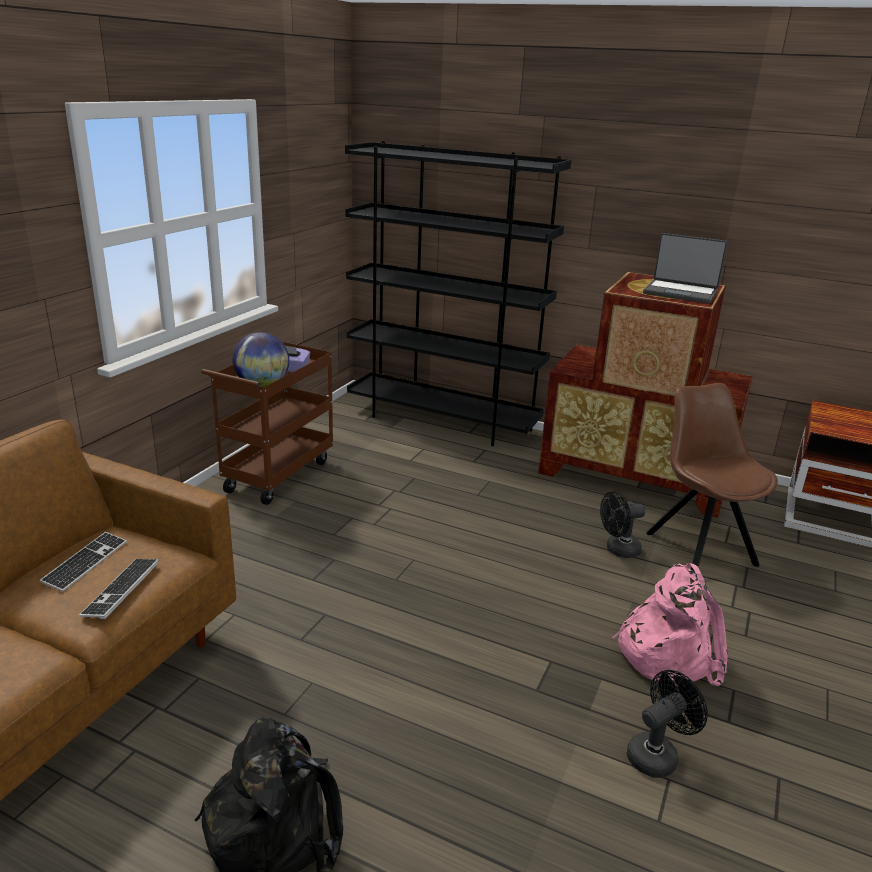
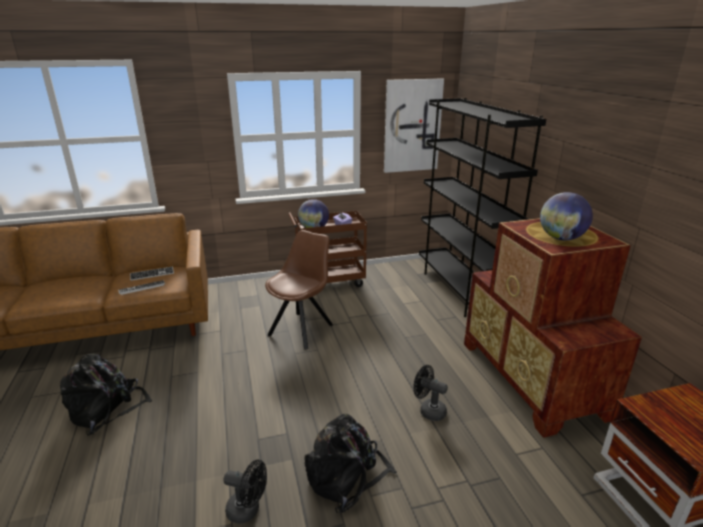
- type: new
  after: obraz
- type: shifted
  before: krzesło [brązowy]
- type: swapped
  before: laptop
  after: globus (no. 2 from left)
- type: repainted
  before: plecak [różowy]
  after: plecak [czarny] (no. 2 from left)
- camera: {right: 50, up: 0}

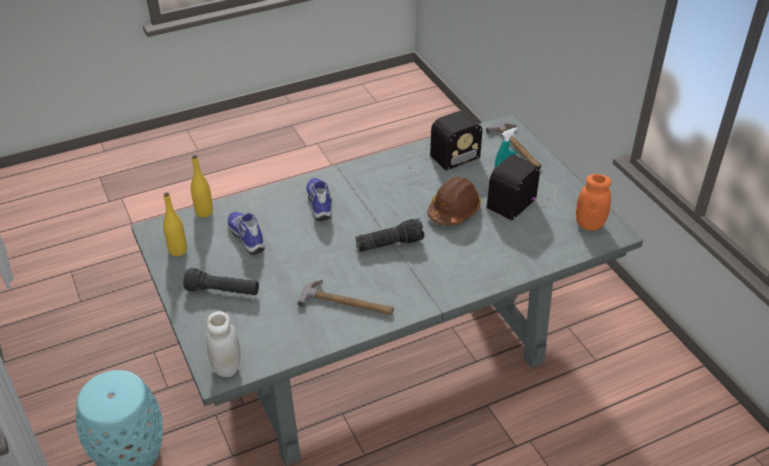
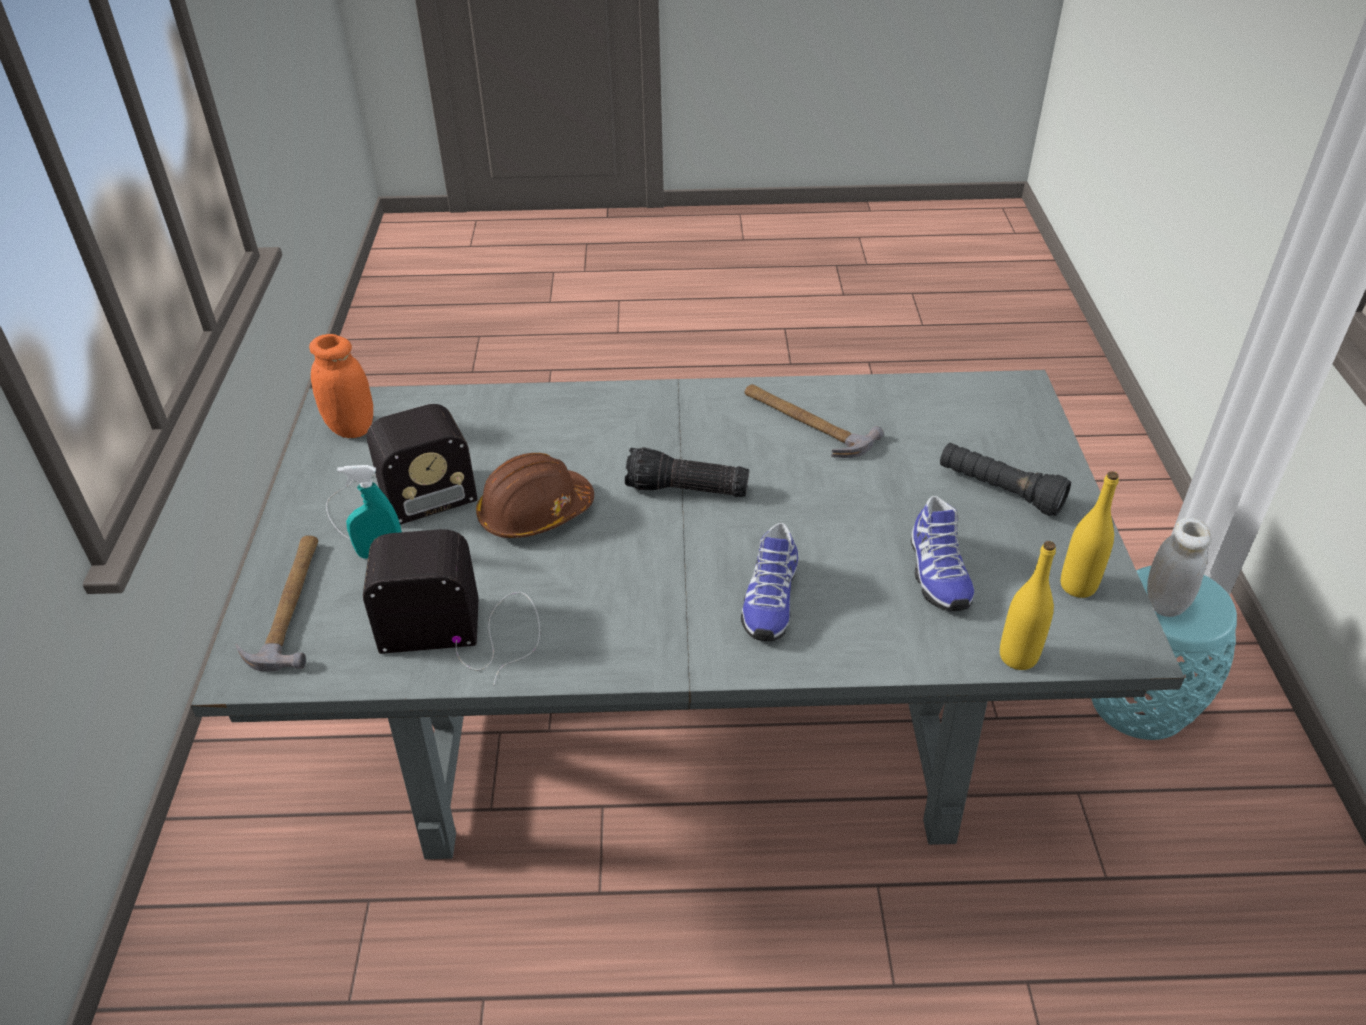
- type: shifted
  before: słoik [biały]
- camera: {right: -155, up: 0}

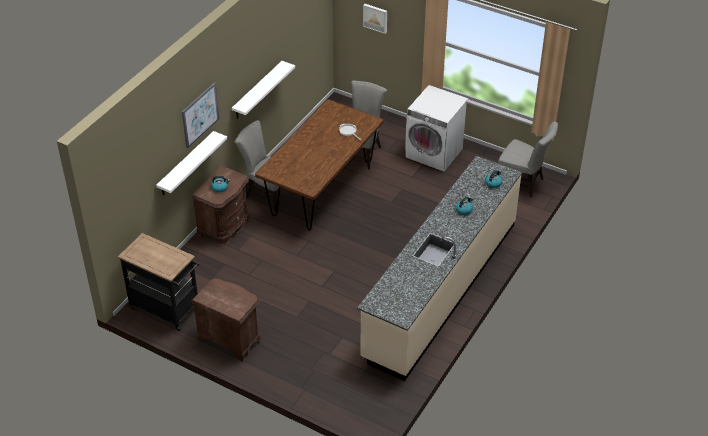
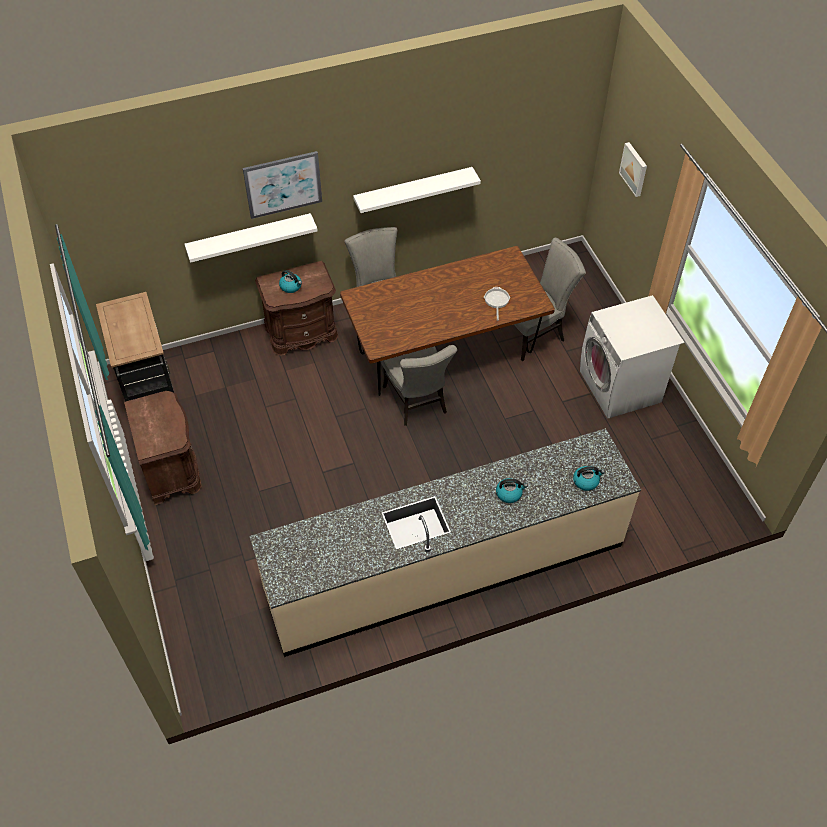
- type: shifted
  before: krzesło [szary] (no. 3 from left in the first image)
  after: krzesło [szary] (no. 2 from left)
- camera: {right: 40, up: 10}

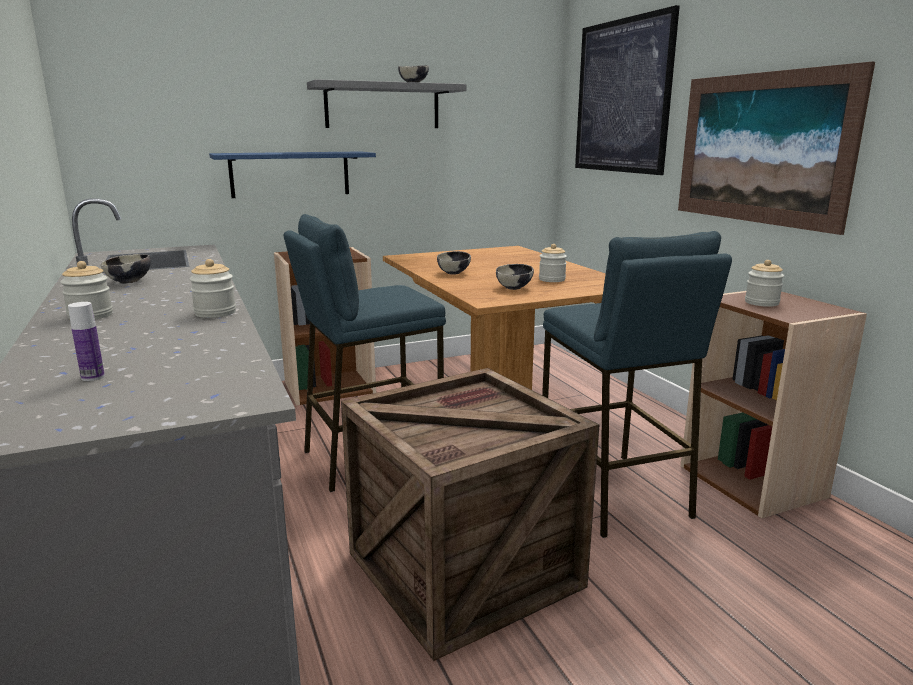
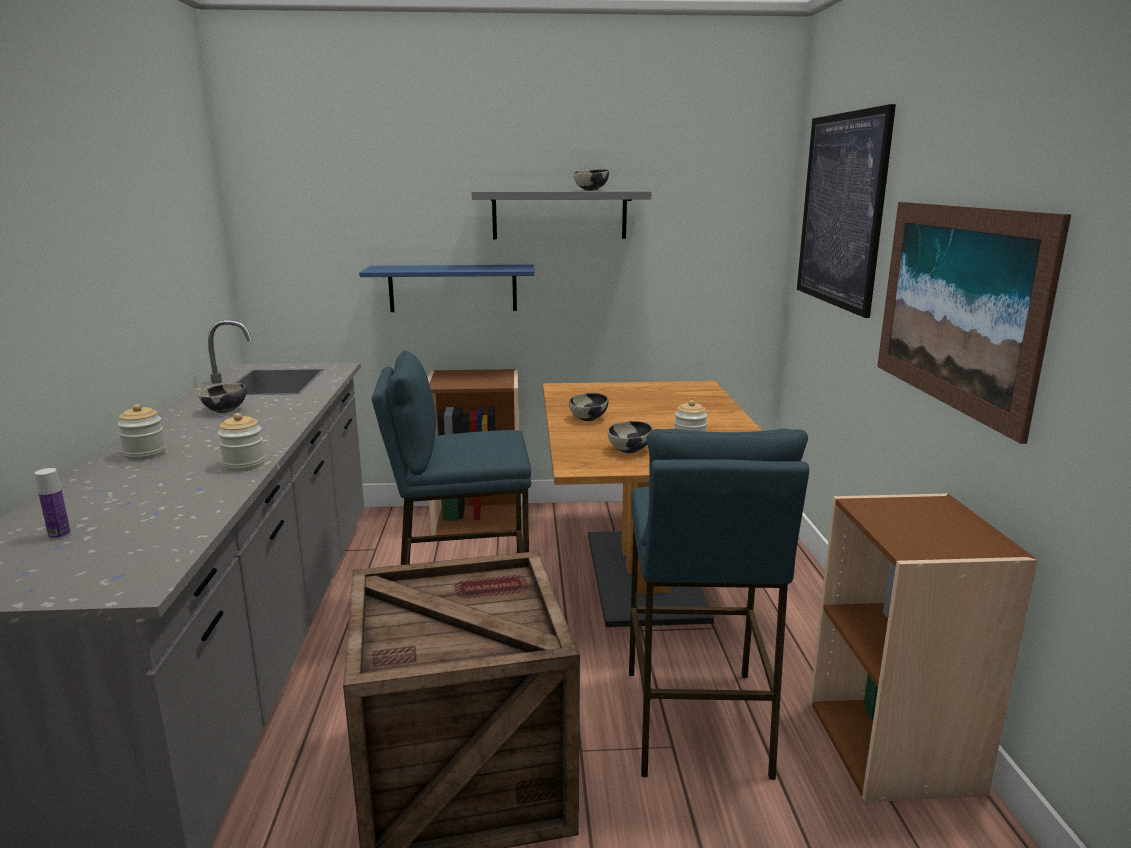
- type: gone
  before: słoik (no. 4 from left)
- camera: {right: 20, up: 0}

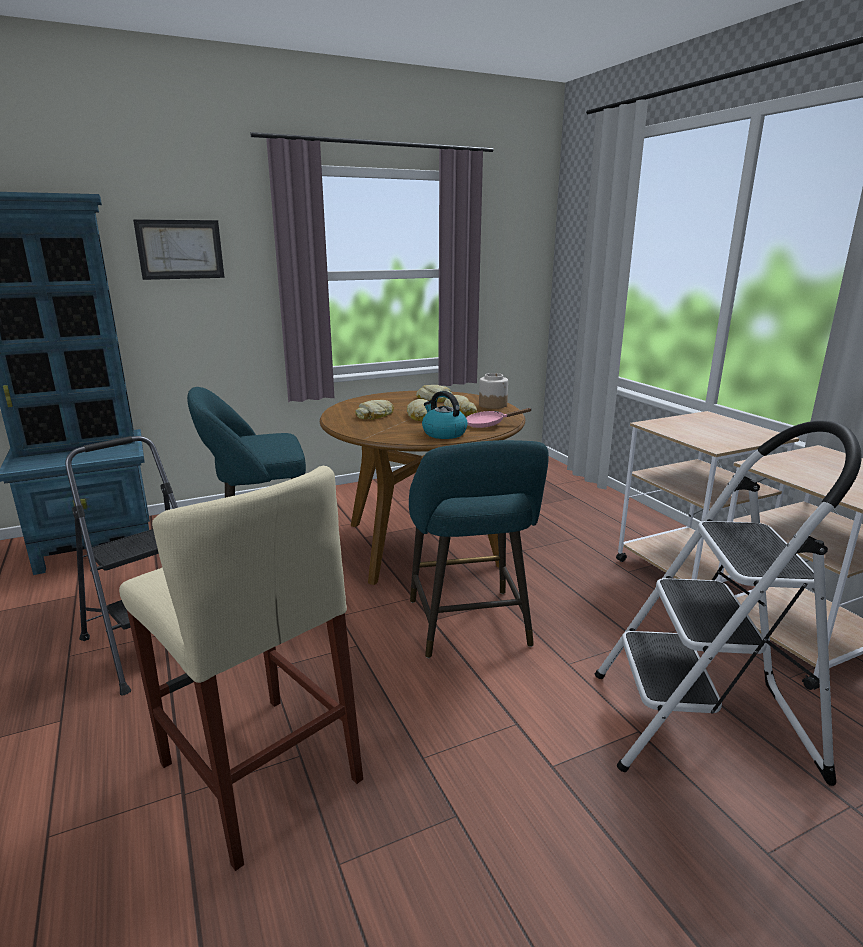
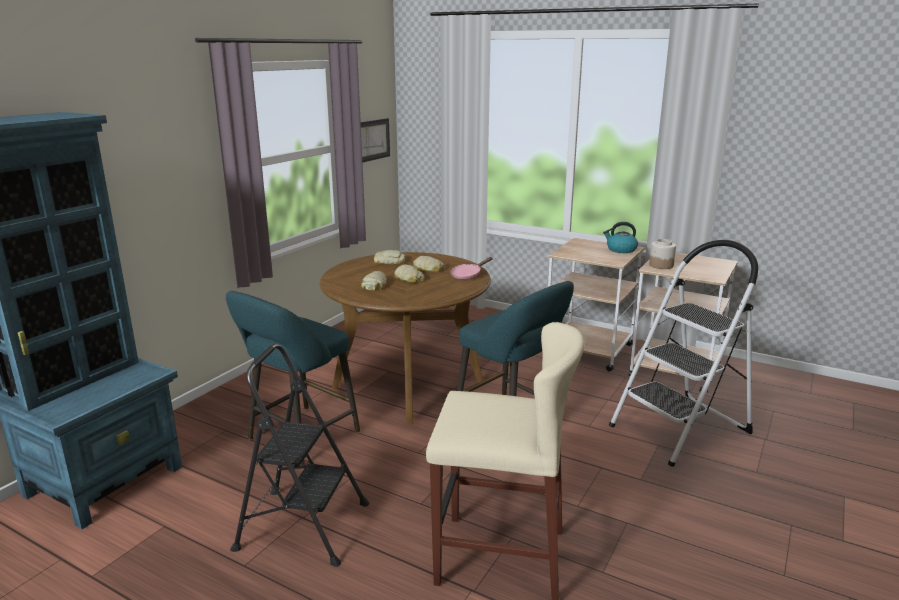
- type: shifted
  before: obraz
- type: shifted
  before: czajnik
- type: shifted
  before: słoik
- camera: {right: -35, up: 0}

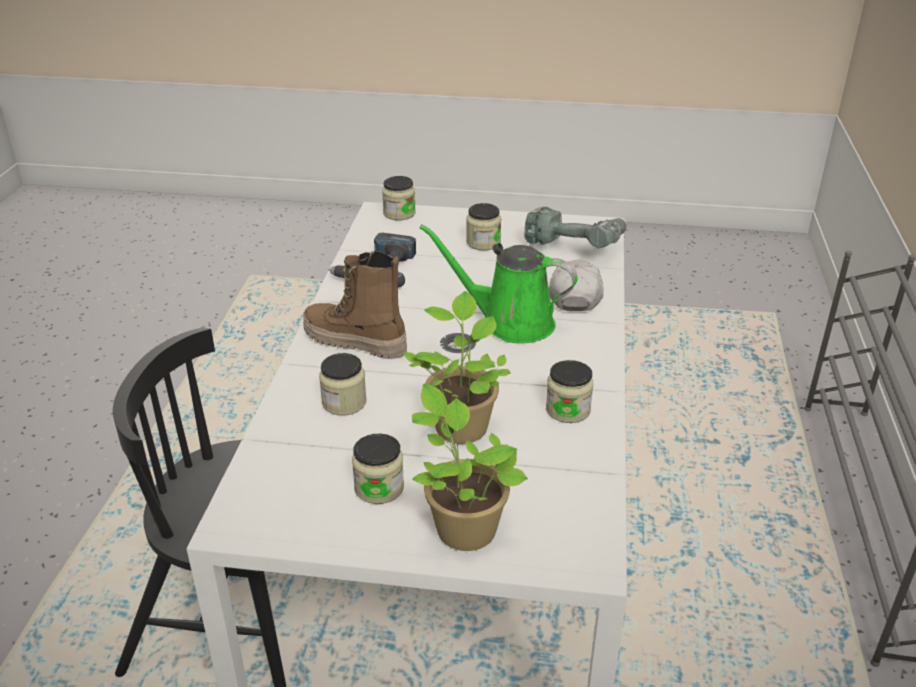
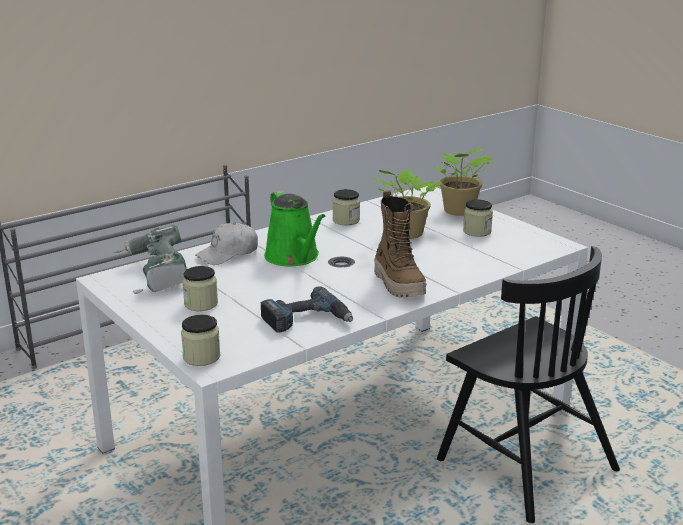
- type: gone
  before: słoik (no. 1 from left)
- camera: {right: -135, up: -10}

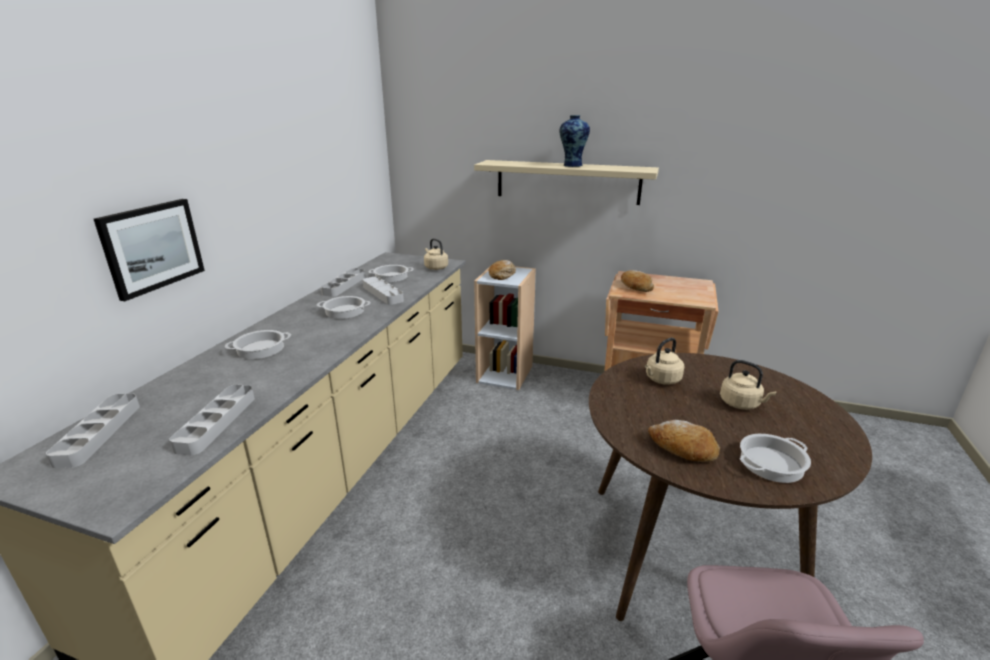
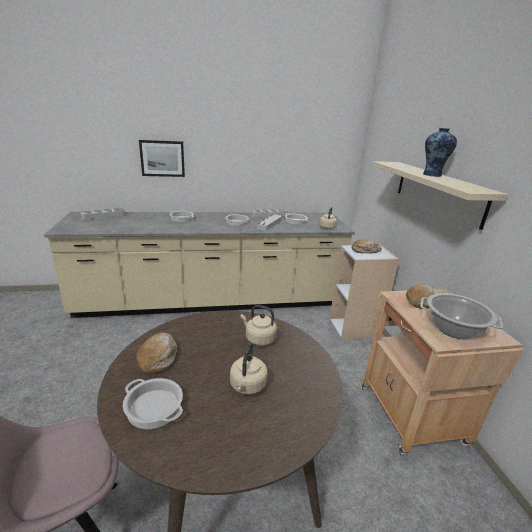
- type: gone
  before: taca [szary] (no. 2 from left)
- type: new
  after: garnek (no. 5 from left)
- camera: {right: 60, up: 0}

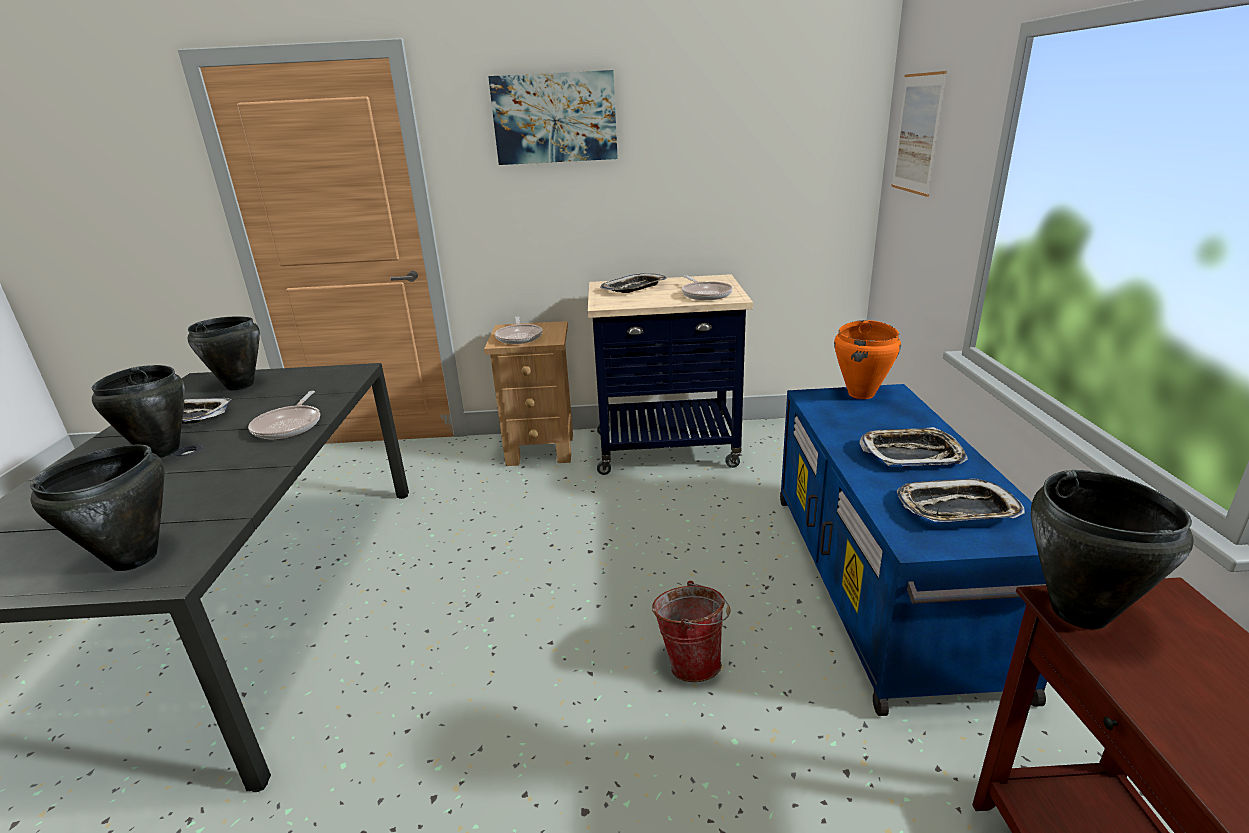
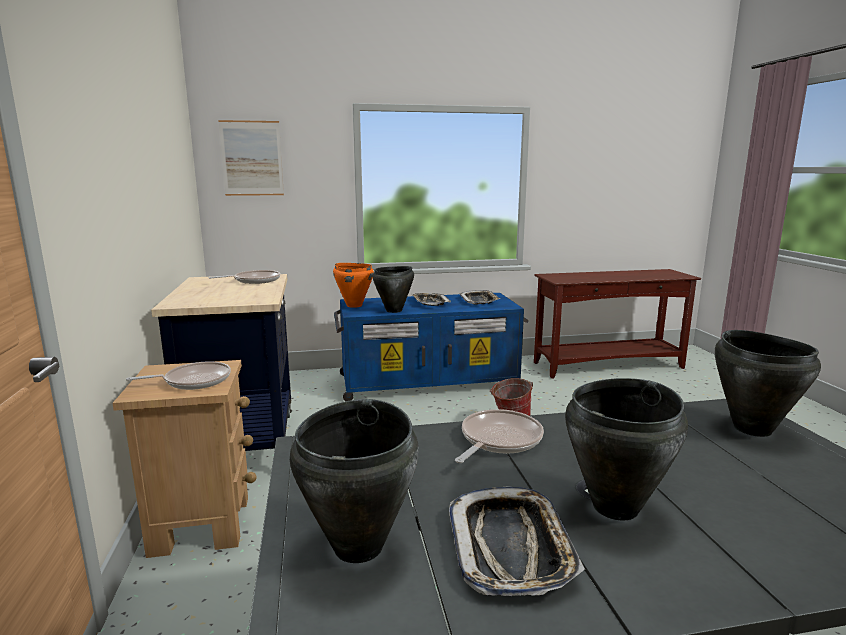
- type: gone
  before: obraz (no. 1 from left)
- type: gone
  before: taca (no. 2 from left)
- type: shifted
  before: garnek [czarny] (no. 4 from left in the first image)
  after: garnek [czarny] (no. 2 from left)
- type: rotated
  before: patelnia (no. 1 from left in the first image)
  turn: -45
- camera: {right: -100, up: -10}

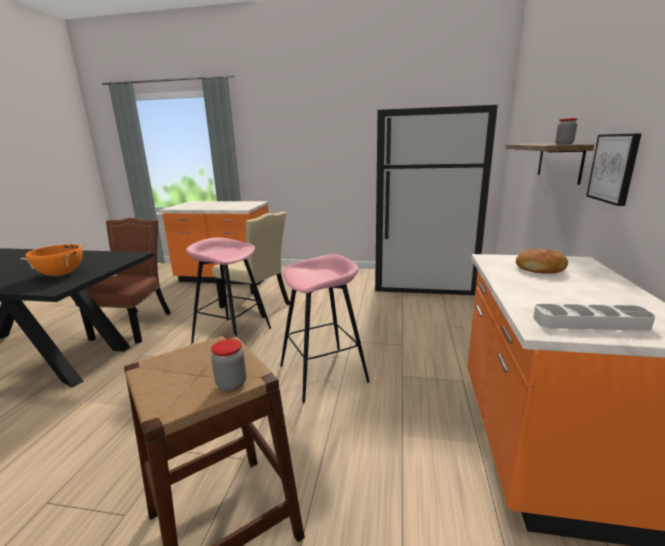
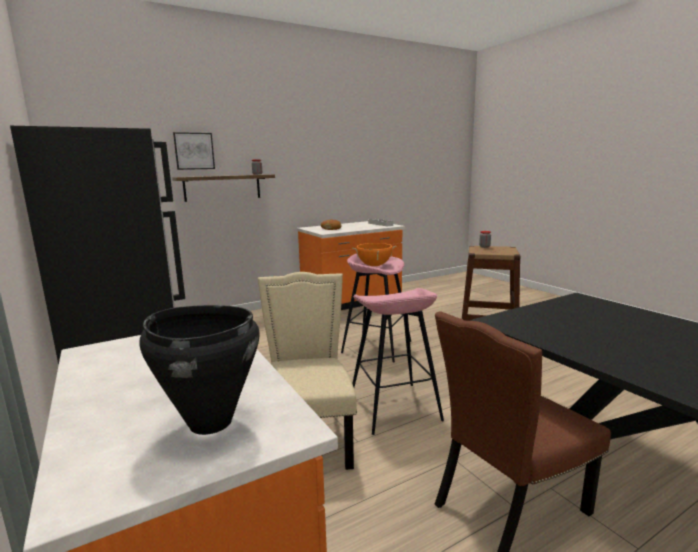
- type: new
  after: garnek [czarny]
- type: shifted
  before: garnek [pomarańczowy]
- type: shifted
  before: obraz
- camera: {right: -130, up: -5}

